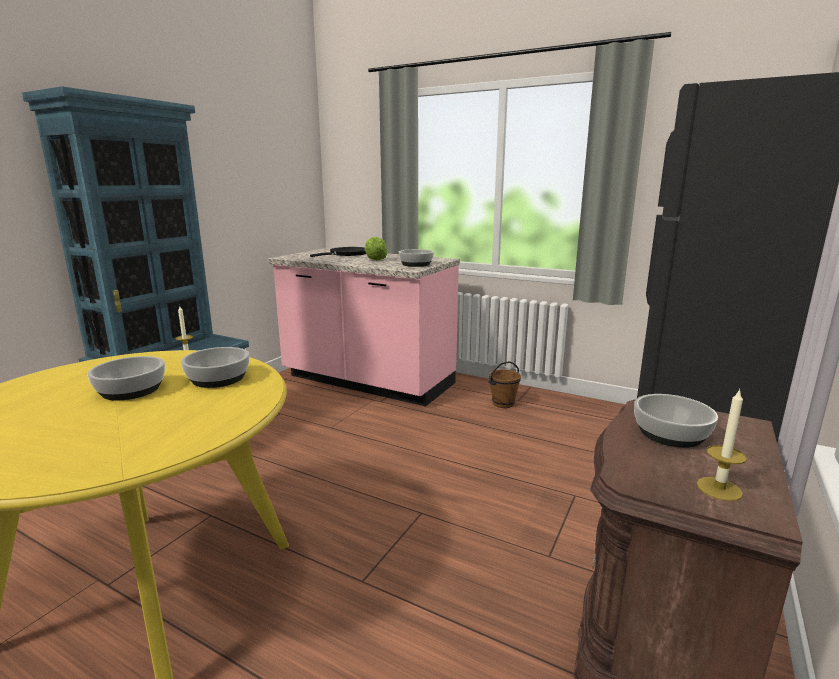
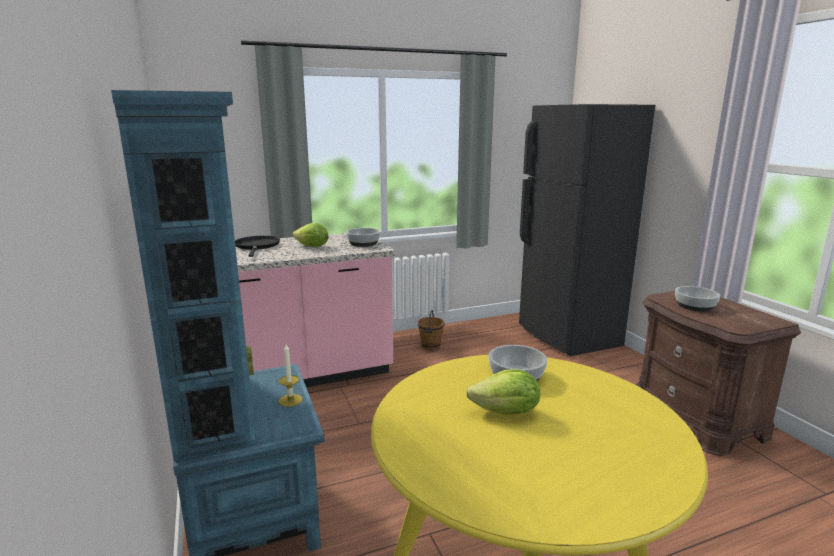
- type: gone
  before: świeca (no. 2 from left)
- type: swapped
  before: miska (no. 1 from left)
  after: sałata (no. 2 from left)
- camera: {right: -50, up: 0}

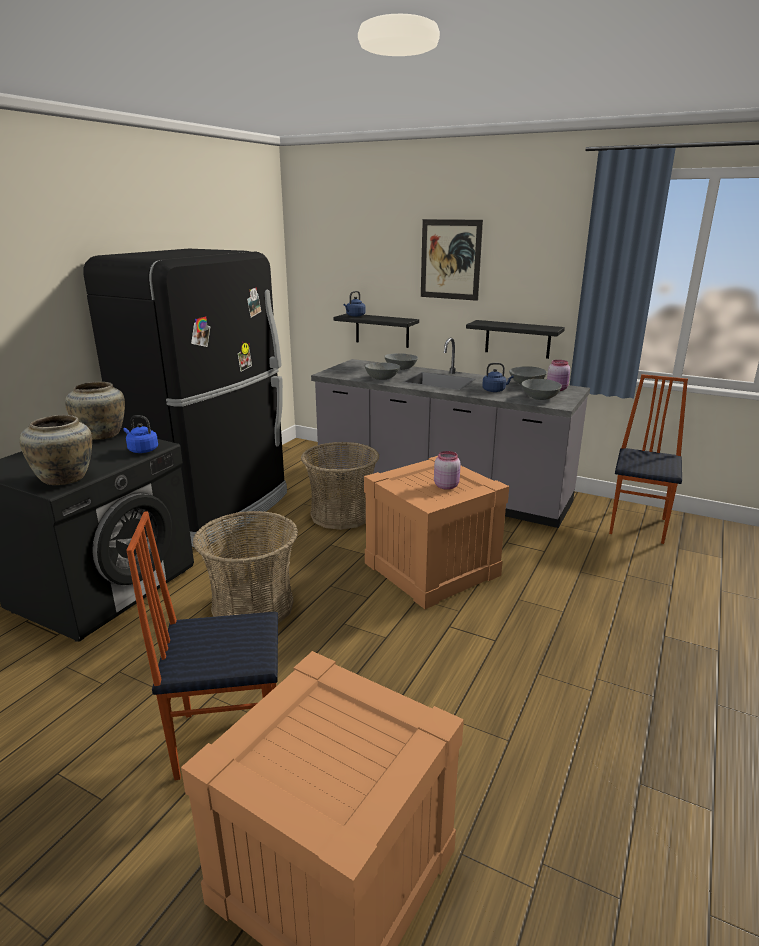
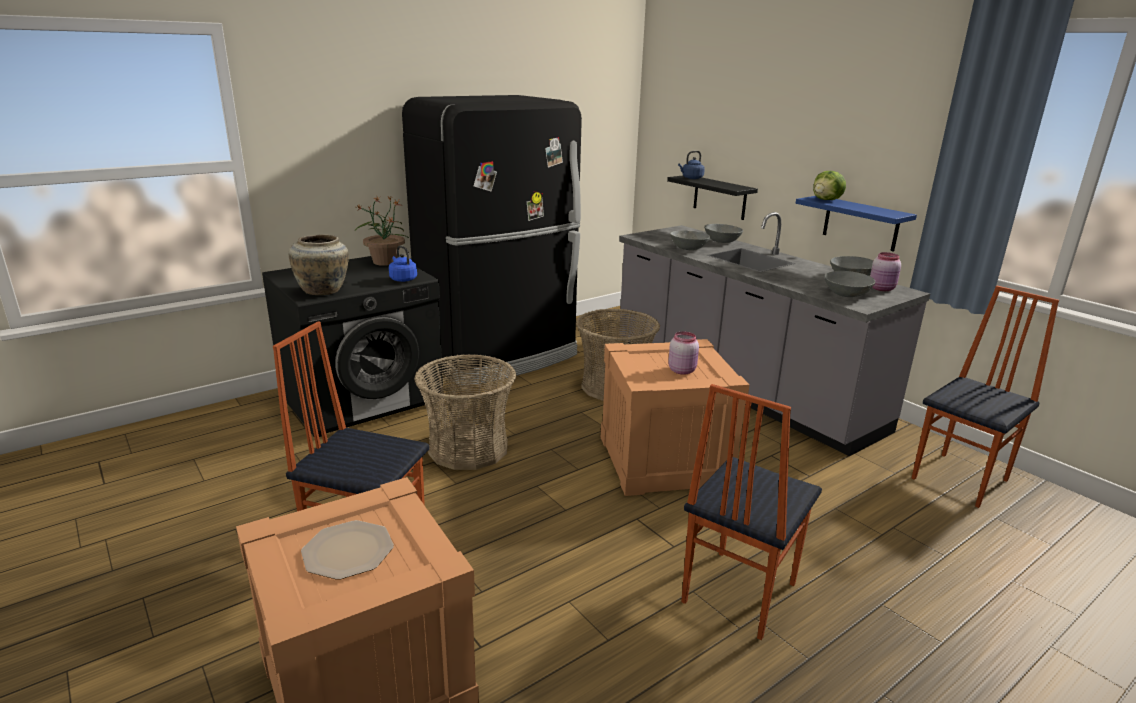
- type: gone
  before: obraz
- type: gone
  before: czajnik [niebieski] (no. 3 from left)
- type: new
  after: talerz
- type: new
  after: krzesło (no. 2 from left)
- type: new
  after: sałata
- type: swapped
  before: wazon [beżowy] (no. 2 from left)
  after: roślina doniczkowa
- type: repainted
  before: półka [czarny] (no. 2 from left)
  after: półka [niebieski]
- camera: {right: 25, up: 0}

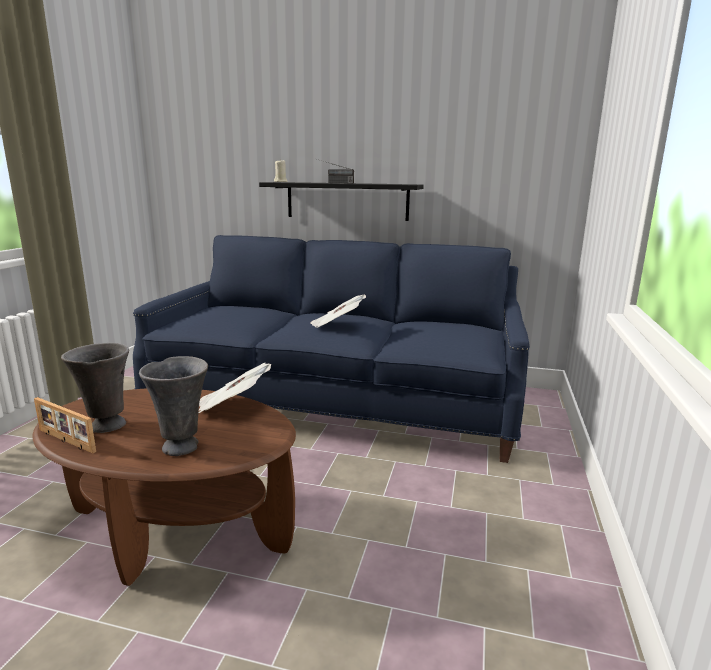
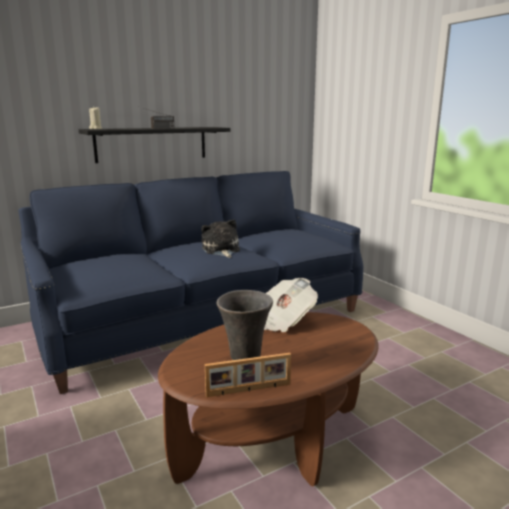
- type: gone
  before: wazon [szary] (no. 2 from left)
- type: swapped
  before: gazeta (no. 2 from left)
  after: pluszak
- camera: {right: -45, up: 0}

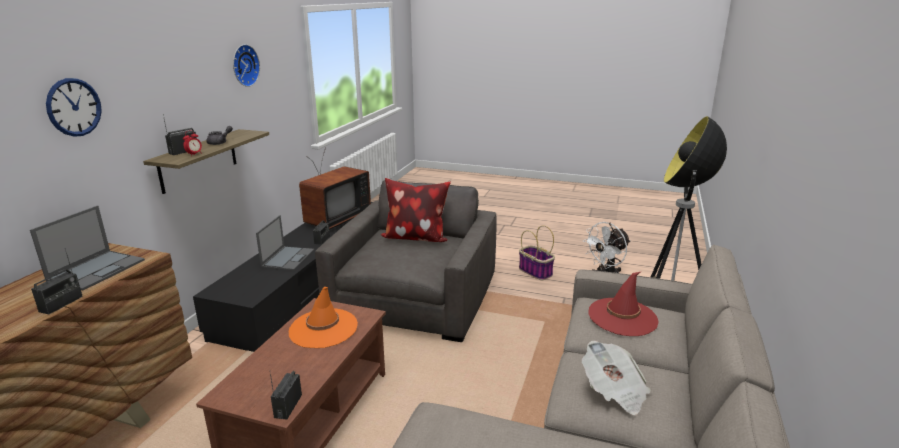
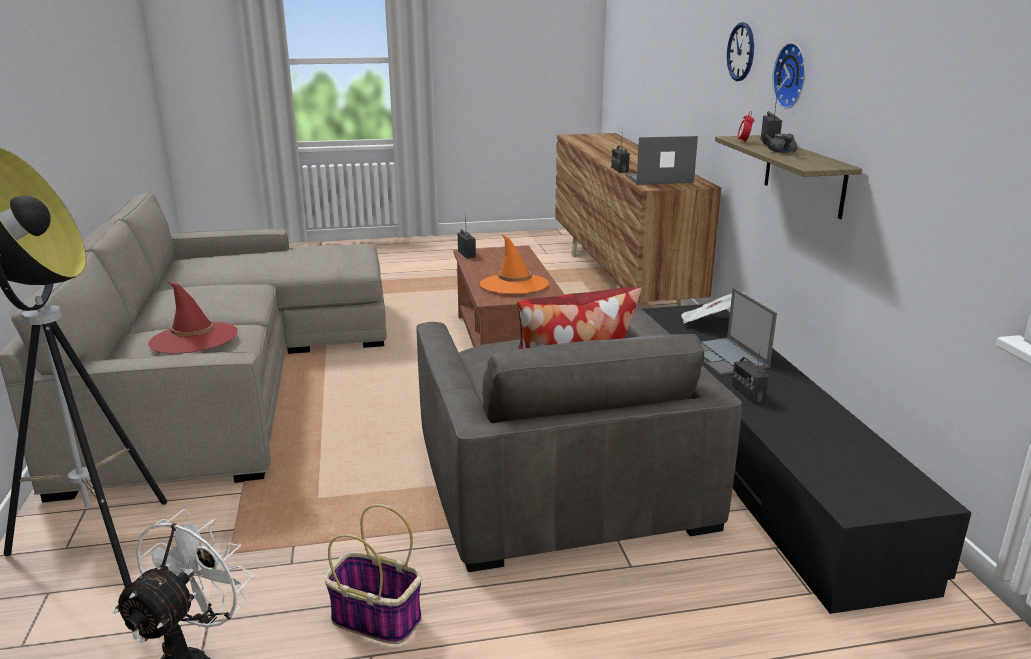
- type: gone
  before: telewizor
- type: shifted
  before: zegar ścienny (no. 2 from left)
- type: shifted
  before: gazeta
- type: rotated
  before: laptop (no. 1 from left)
  turn: 90
- camera: {right: 150, up: 0}

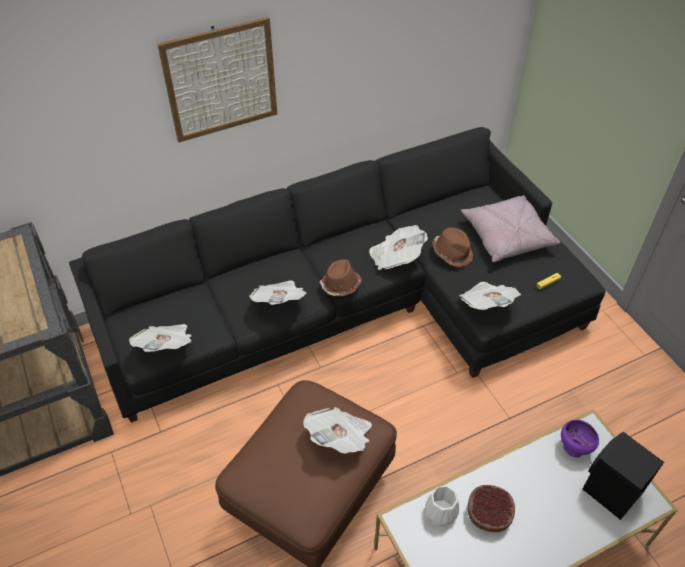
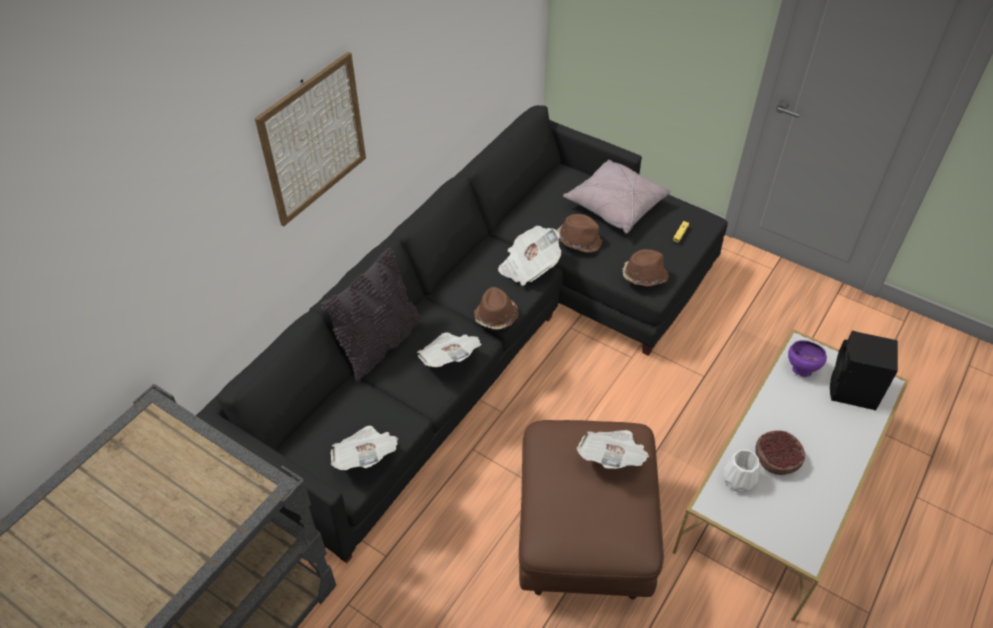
- type: new
  after: poduszka [czarny]
- type: swapped
  before: gazeta (no. 5 from left)
  after: kapelusz [brązowy] (no. 3 from left)
- camera: {right: -30, up: 0}

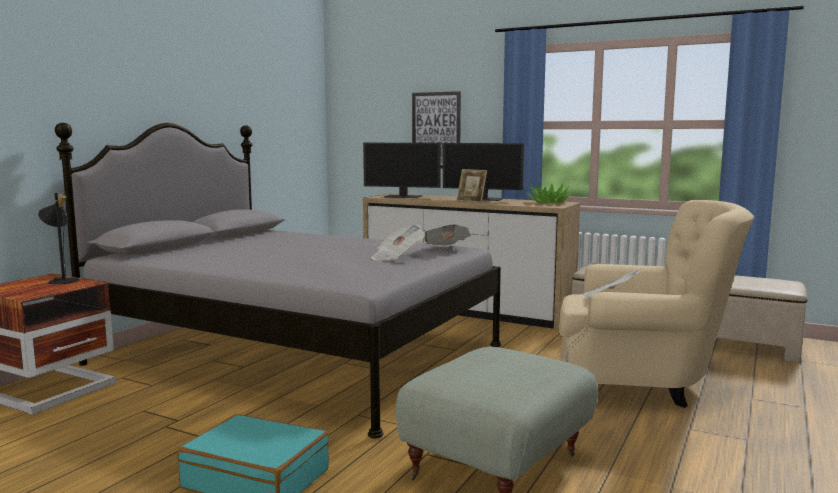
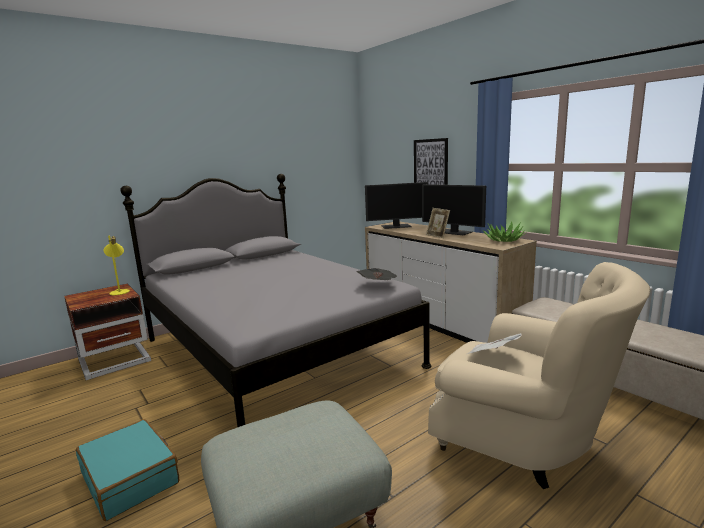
- type: gone
  before: gazeta (no. 1 from left)
- type: repainted
  before: lampa stołowa [czarny]
  after: lampa stołowa [żółty]
- type: rotated
  before: monitor (no. 1 from left)
  turn: -45
- camera: {right: 25, up: 5}

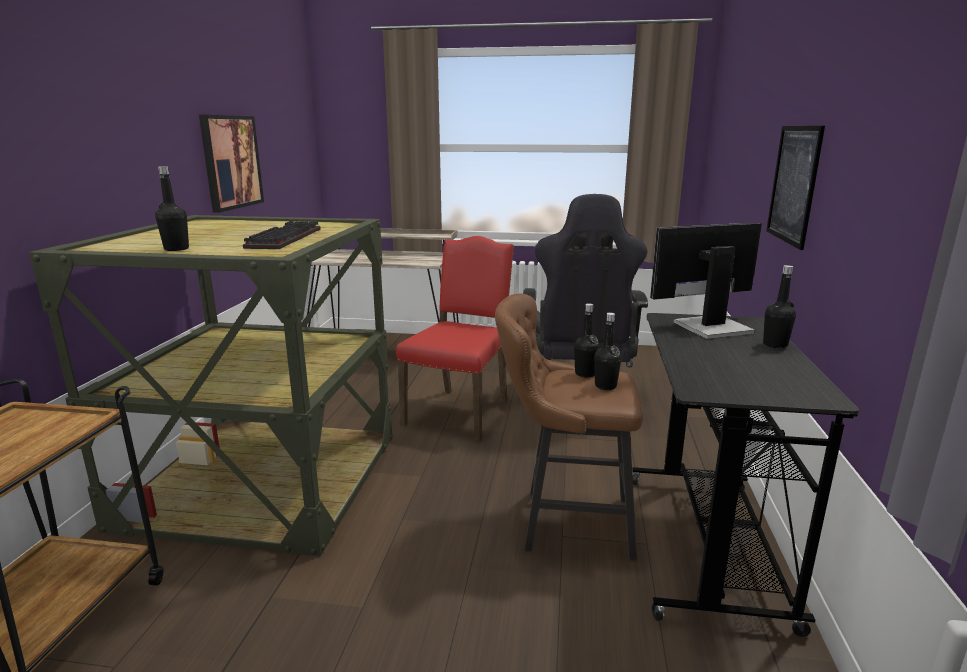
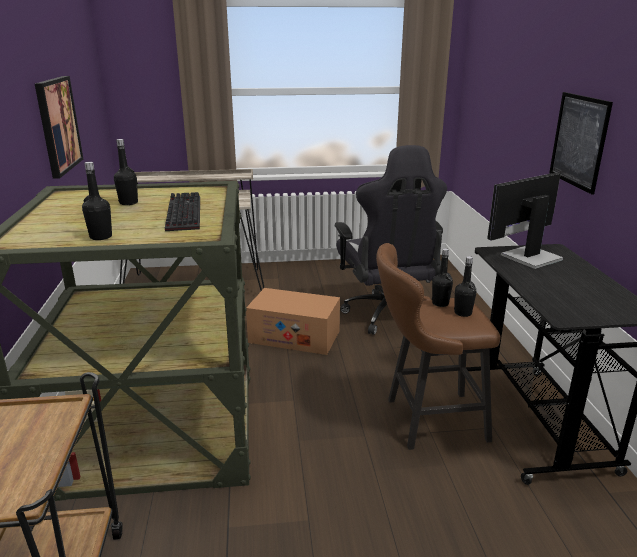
- type: shifted
  before: butelka [czarny] (no. 4 from left in the first image)
  after: butelka [czarny] (no. 2 from left)
- type: swapped
  before: krzesło [czerwony]
  after: karton
- camera: {right: -15, up: 5}

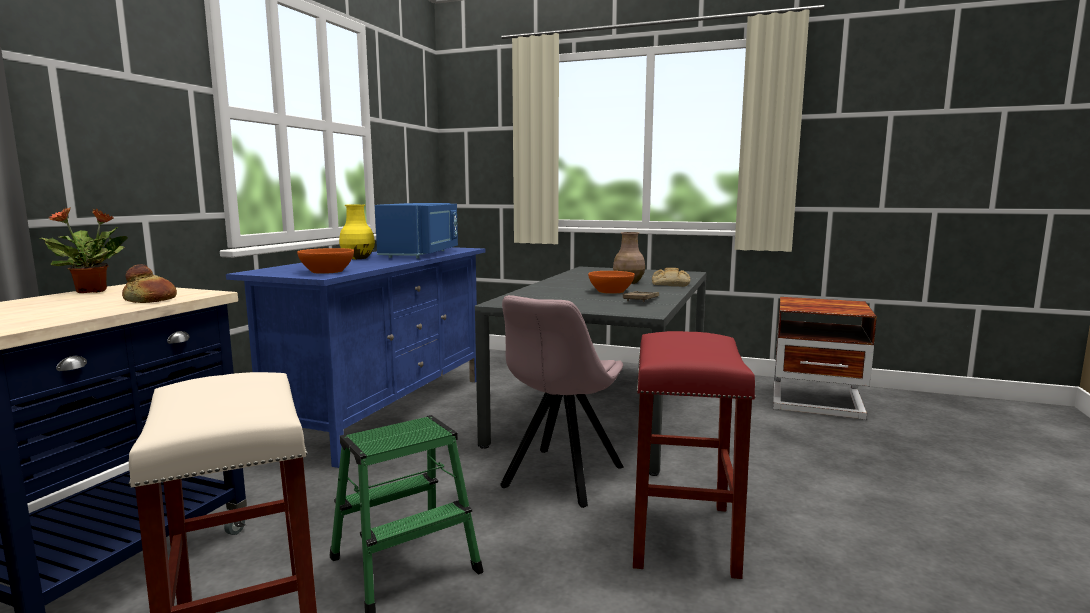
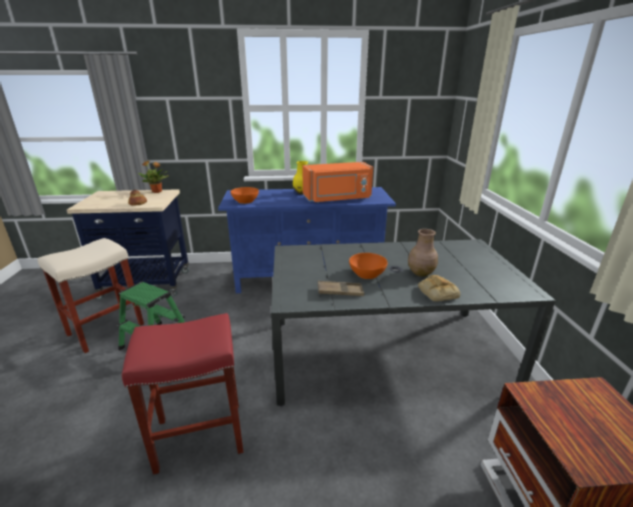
- type: gone
  before: krzesło [różowy]
- type: repainted
  before: mikrofalówka [niebieski]
  after: mikrofalówka [pomarańczowy]
- camera: {right: 65, up: 15}

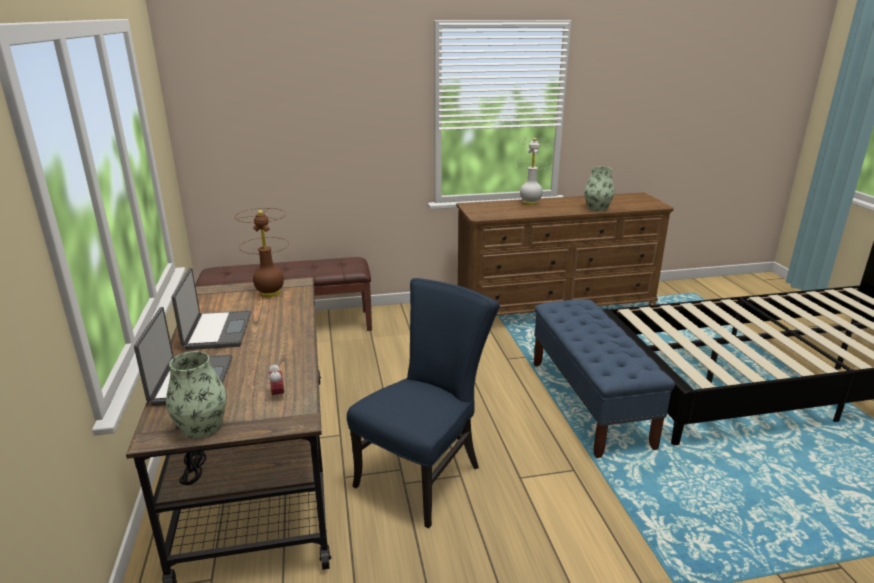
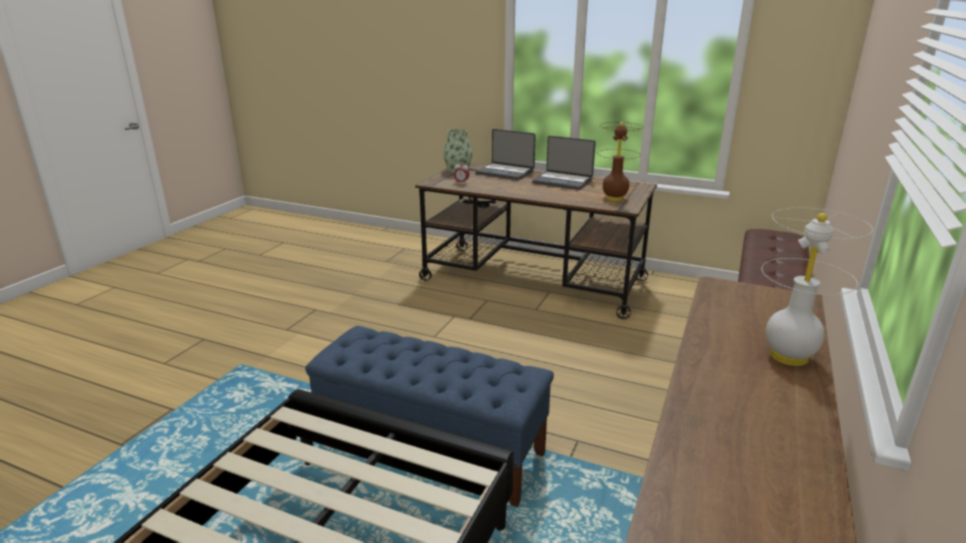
- type: gone
  before: krzesło [niebieski]
- type: gone
  before: wazon (no. 2 from left)
- camera: {right: 125, up: 0}

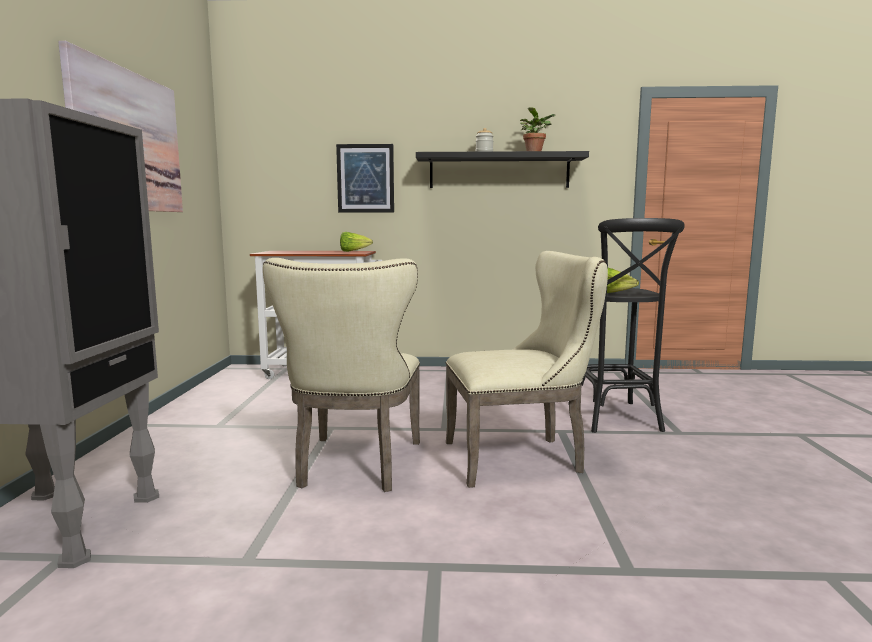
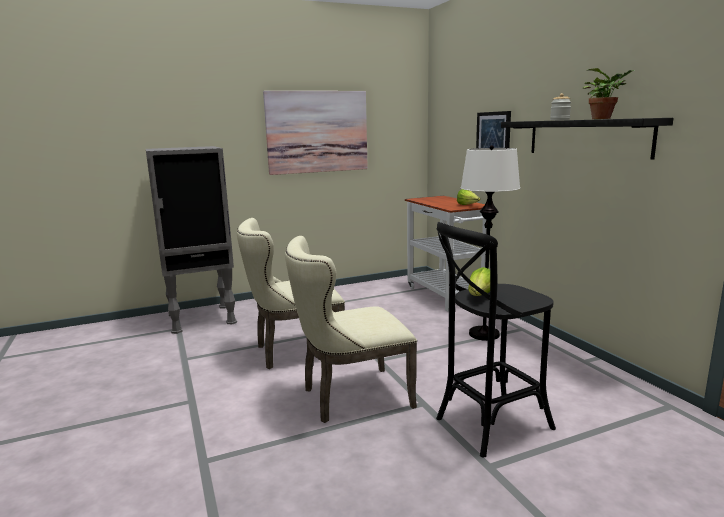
- type: new
  after: lampa stojąca [biały]
- type: rotated
  before: krzesło [beżowy] (no. 2 from left)
  turn: 105
- camera: {right: 65, up: 5}

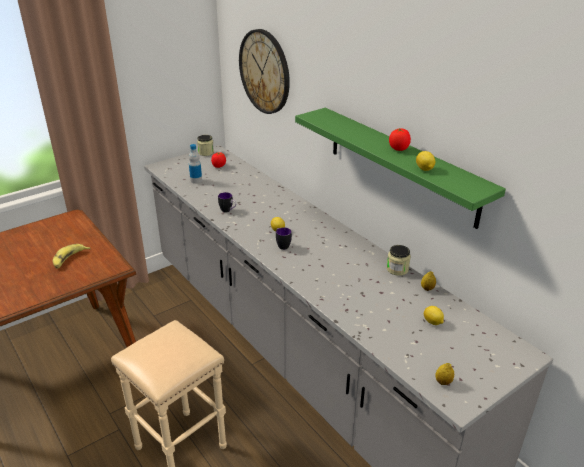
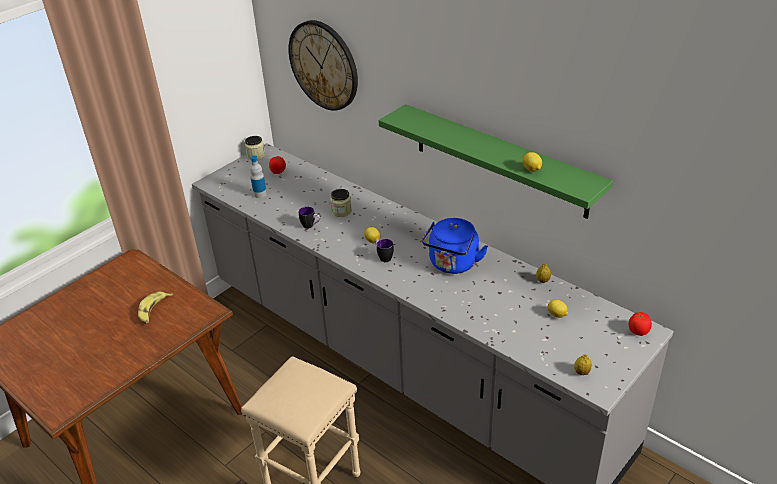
- type: new
  after: czajnik [niebieski]
- type: shifted
  before: słoik (no. 2 from left)
- type: shifted
  before: pomidor (no. 2 from left)
- camera: {right: -10, up: 5}

